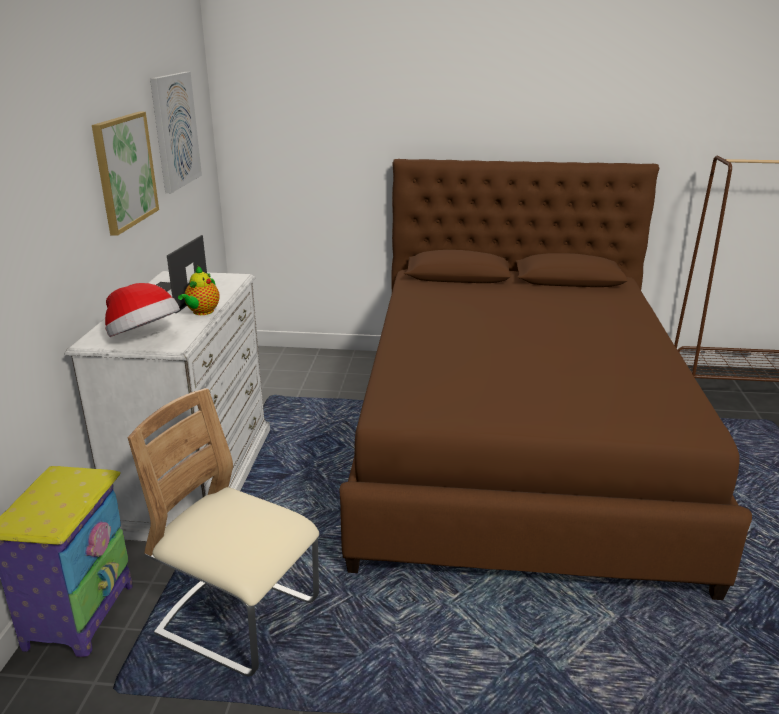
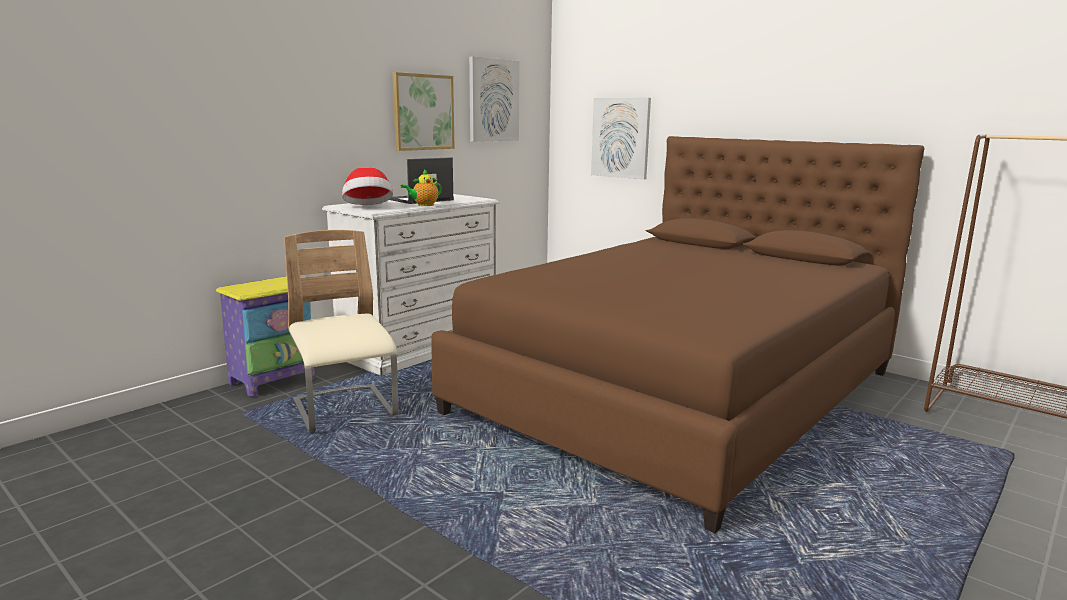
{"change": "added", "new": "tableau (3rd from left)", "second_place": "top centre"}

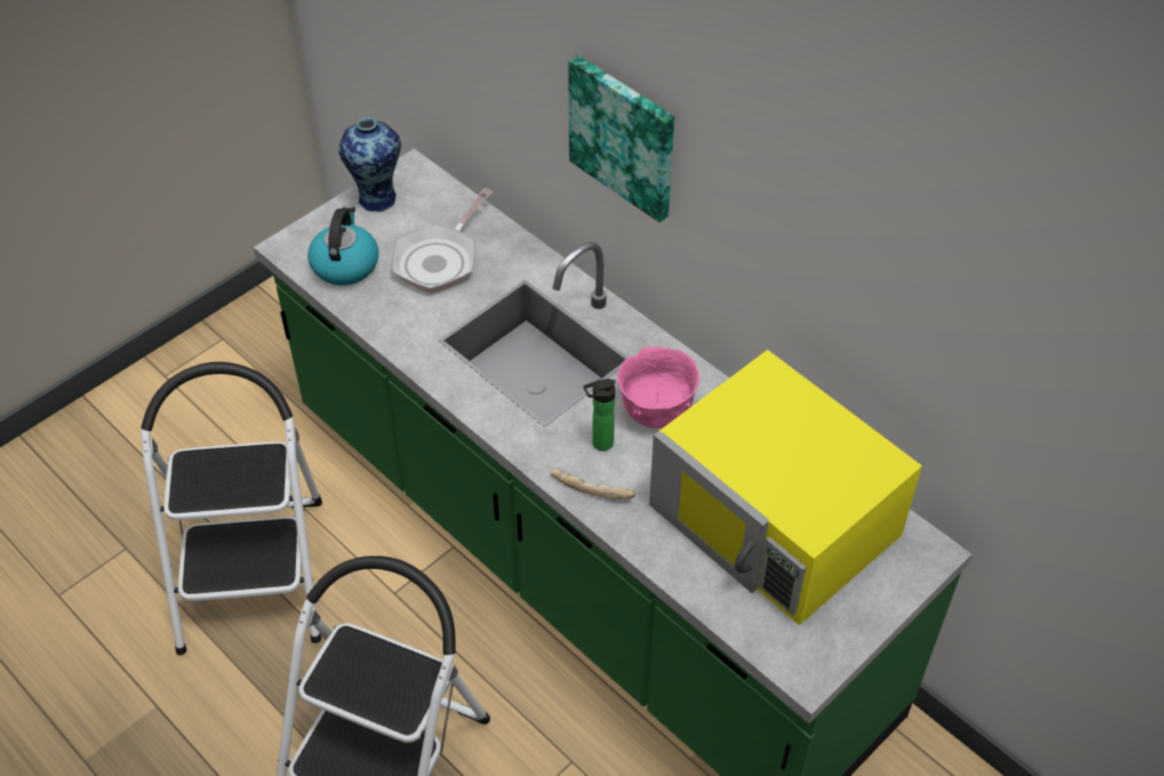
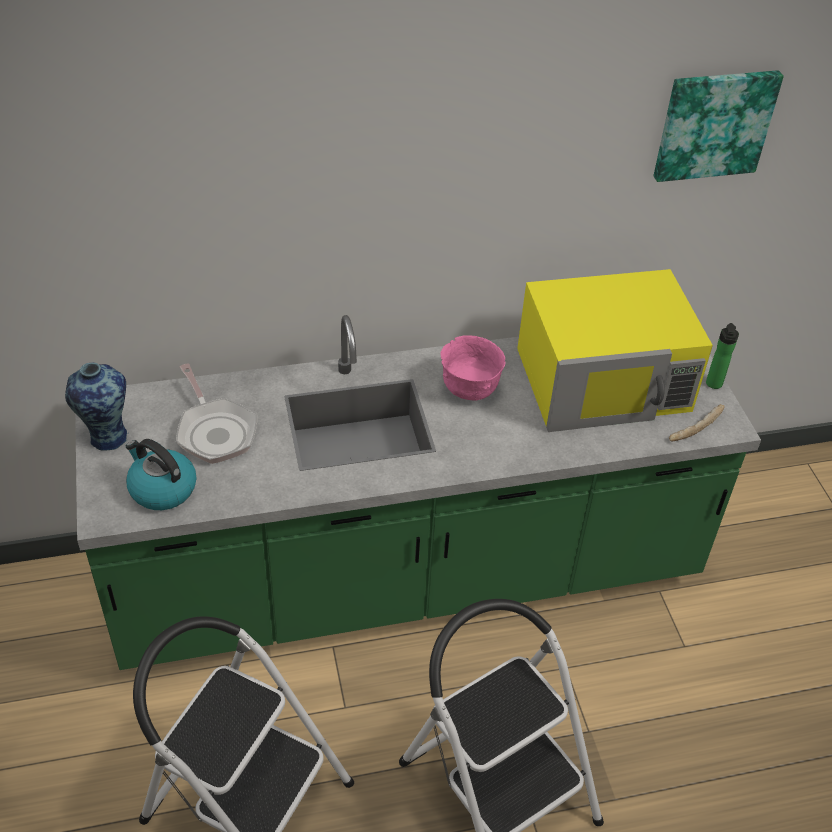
{"change": "moved", "old": "pain", "first_place": "centre", "second_place": "middle right"}
{"change": "moved", "old": "tableau", "first_place": "top centre", "second_place": "top right"}
{"change": "moved", "old": "bouteille", "first_place": "centre", "second_place": "middle right"}

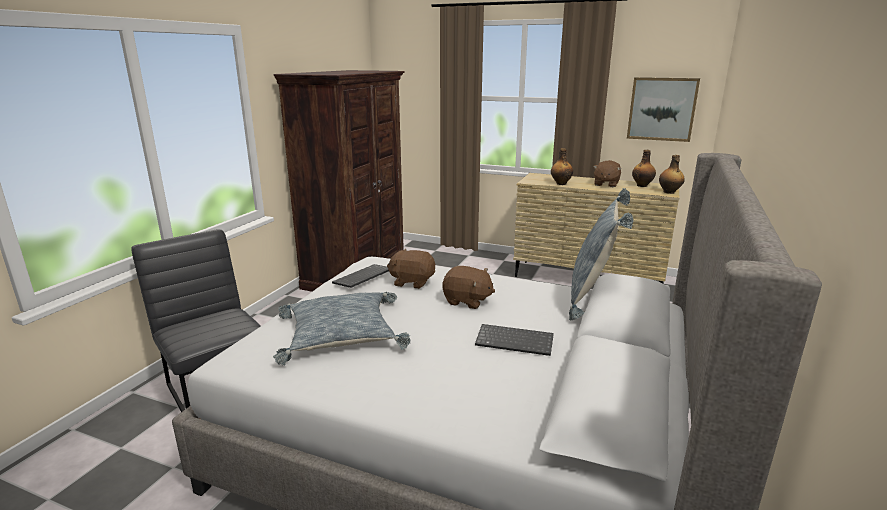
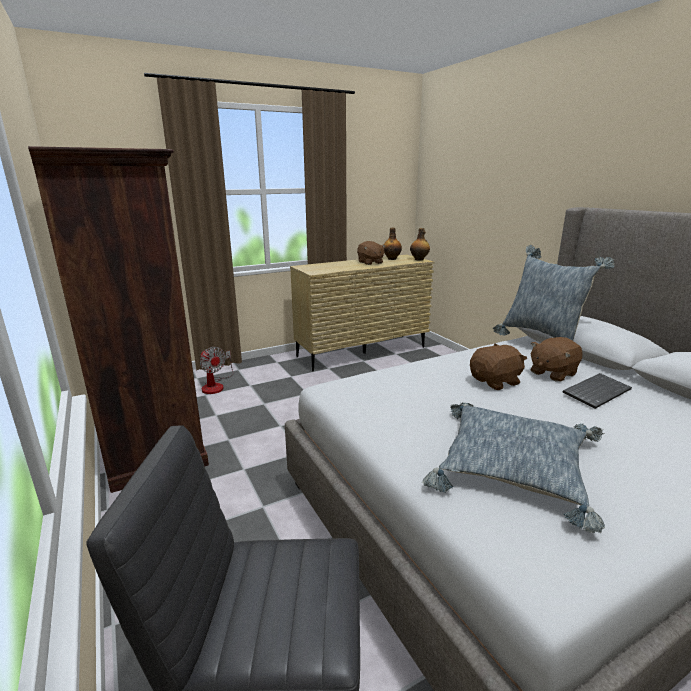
{"change": "removed", "old": "clavier (1st from left)", "first_place": "centre"}
{"change": "moved", "old": "peluche (marron) (1st from left in the first image)", "new": "peluche (marron) (3rd from left)", "first_place": "centre", "second_place": "middle right"}
{"change": "removed", "old": "bouteille (1st from left)", "first_place": "top centre"}
{"change": "removed", "old": "tableau", "first_place": "top right"}
{"change": "added", "new": "ventilateur", "second_place": "middle left"}

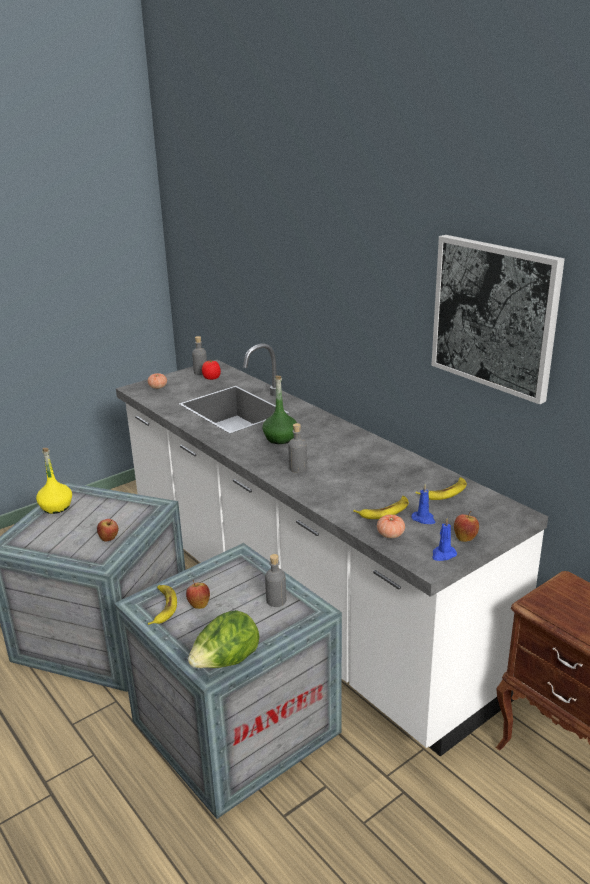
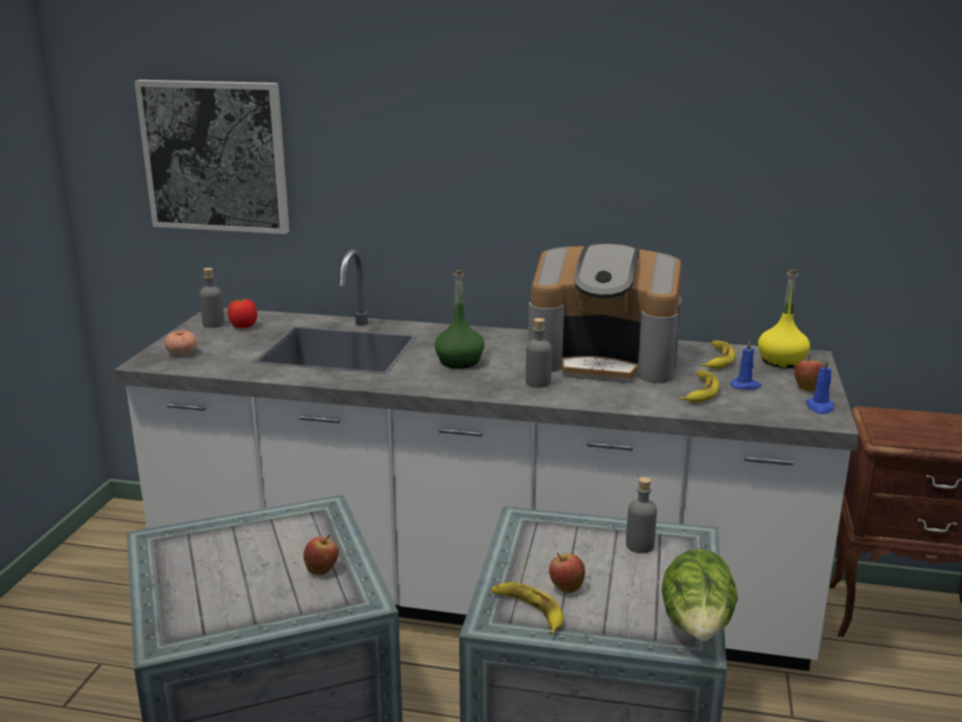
{"change": "moved", "old": "bouteille (jaune)", "first_place": "middle left", "second_place": "middle right"}
{"change": "removed", "old": "tomate (3rd from left)", "first_place": "centre"}
{"change": "moved", "old": "tableau", "first_place": "middle right", "second_place": "top left"}
{"change": "added", "new": "machine à café", "second_place": "centre"}

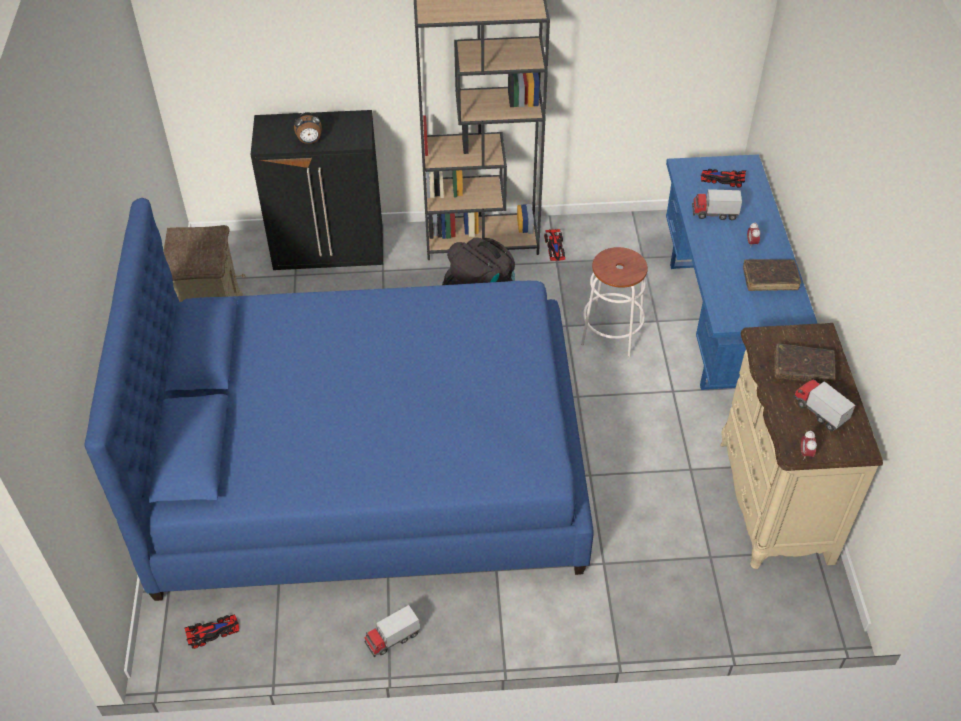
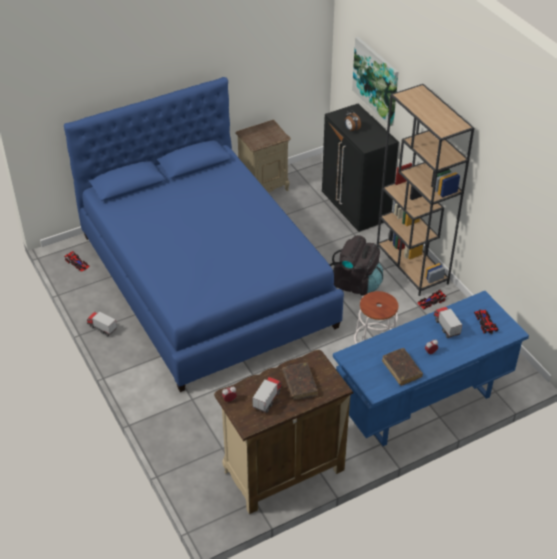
{"change": "added", "new": "tableau", "second_place": "top right"}

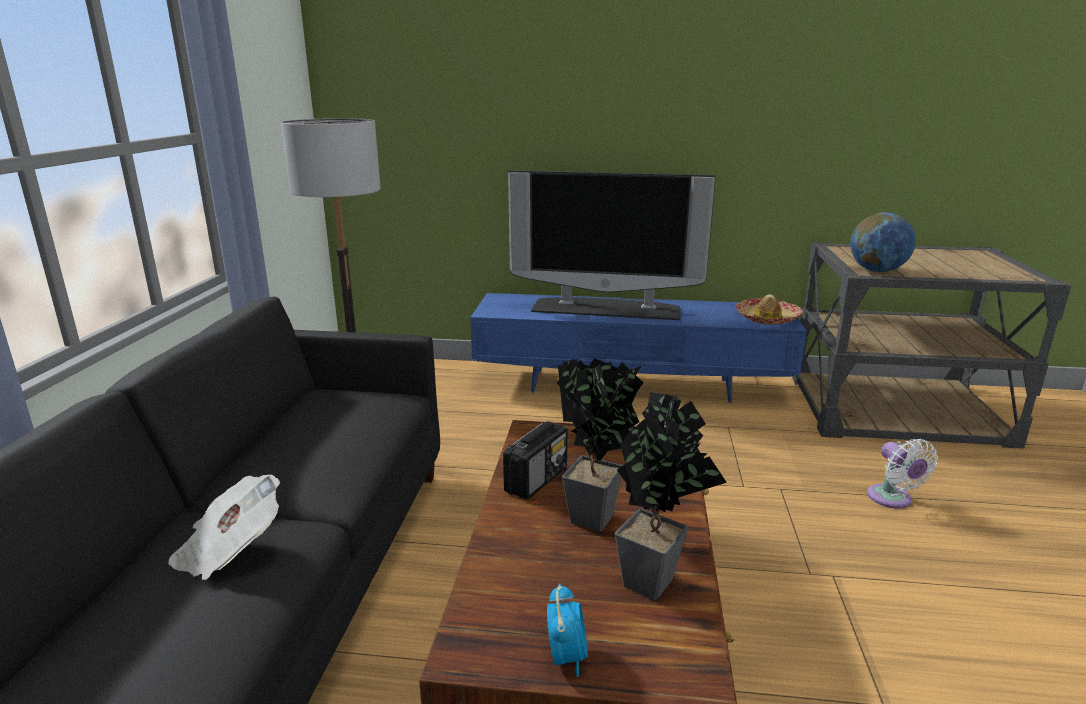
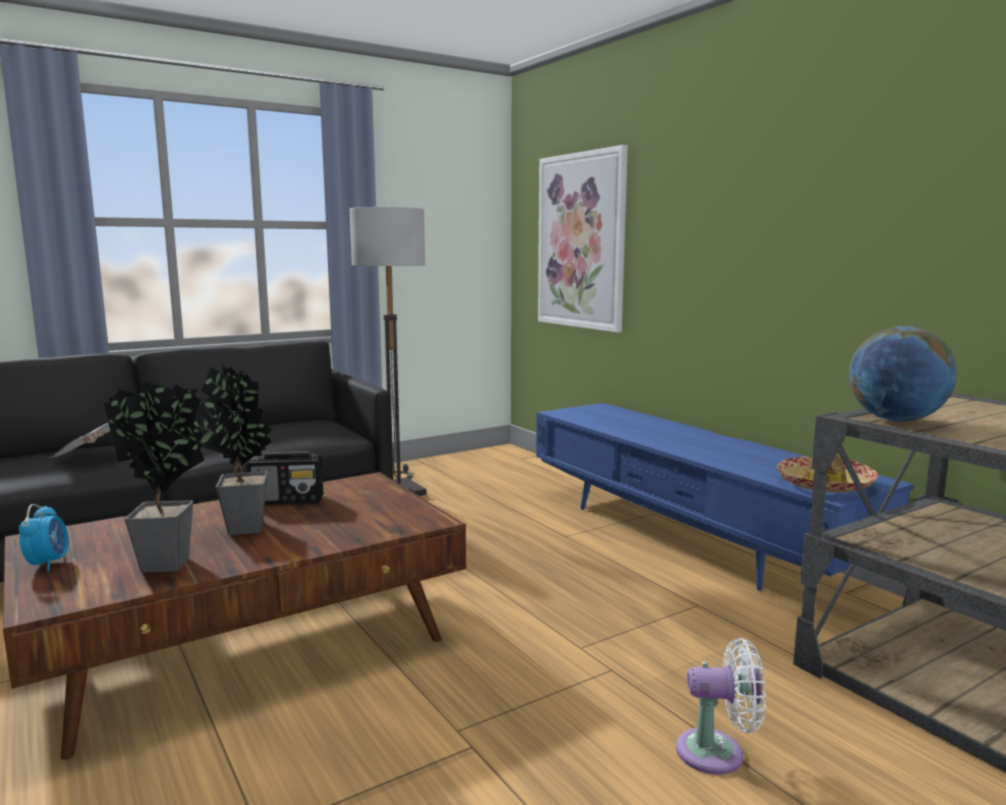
{"change": "removed", "old": "téléviseur", "first_place": "centre"}
{"change": "turned", "old": "réveil", "first_place": "bottom centre", "second_place": "bottom left", "degrees": -60}
{"change": "turned", "old": "ventilateur (blanc)", "first_place": "bottom right", "second_place": "bottom right", "degrees": -120}
{"change": "added", "new": "tableau", "second_place": "top centre"}

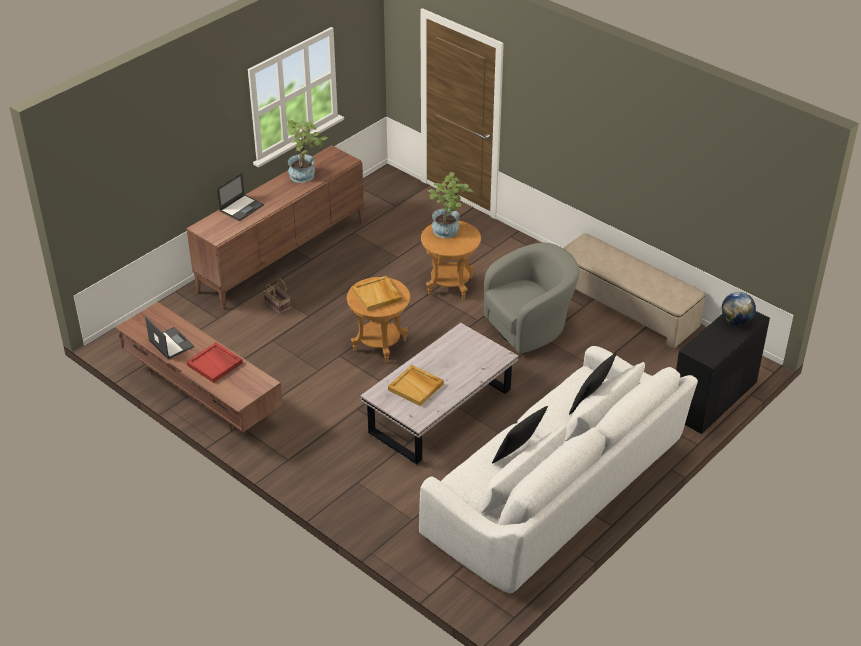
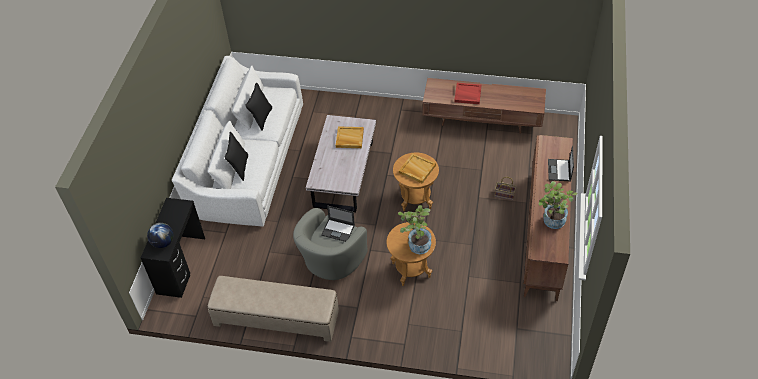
{"change": "moved", "old": "ordinateur portable (1st from left)", "first_place": "middle left", "second_place": "centre"}

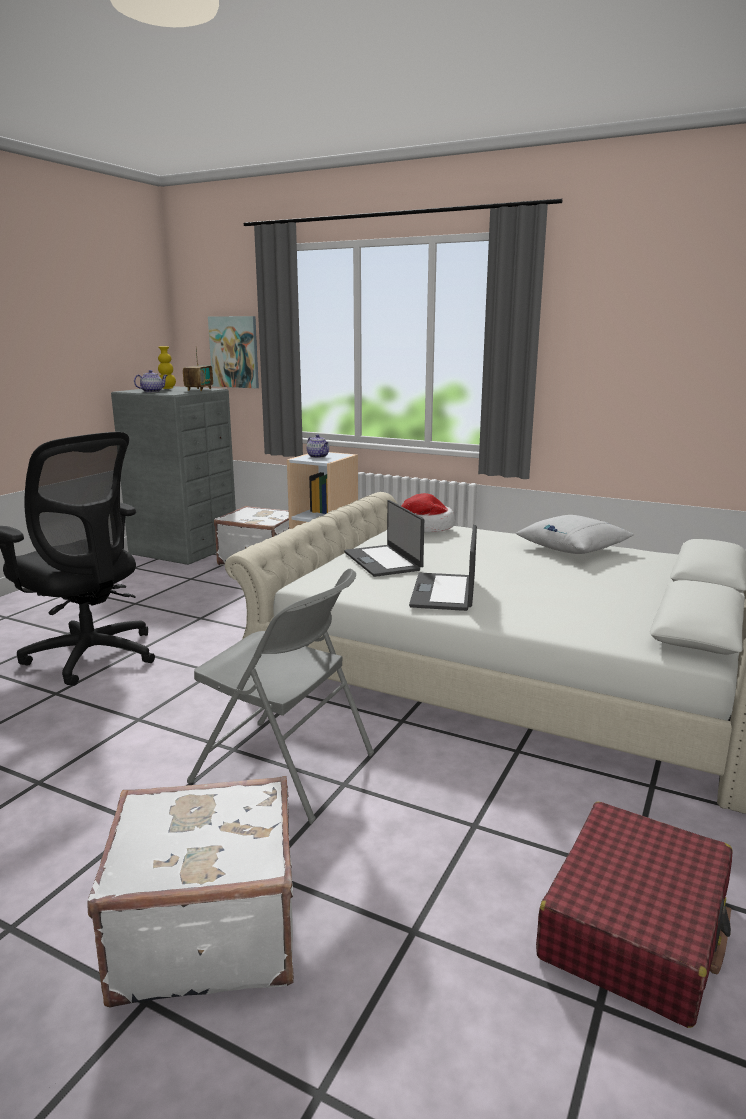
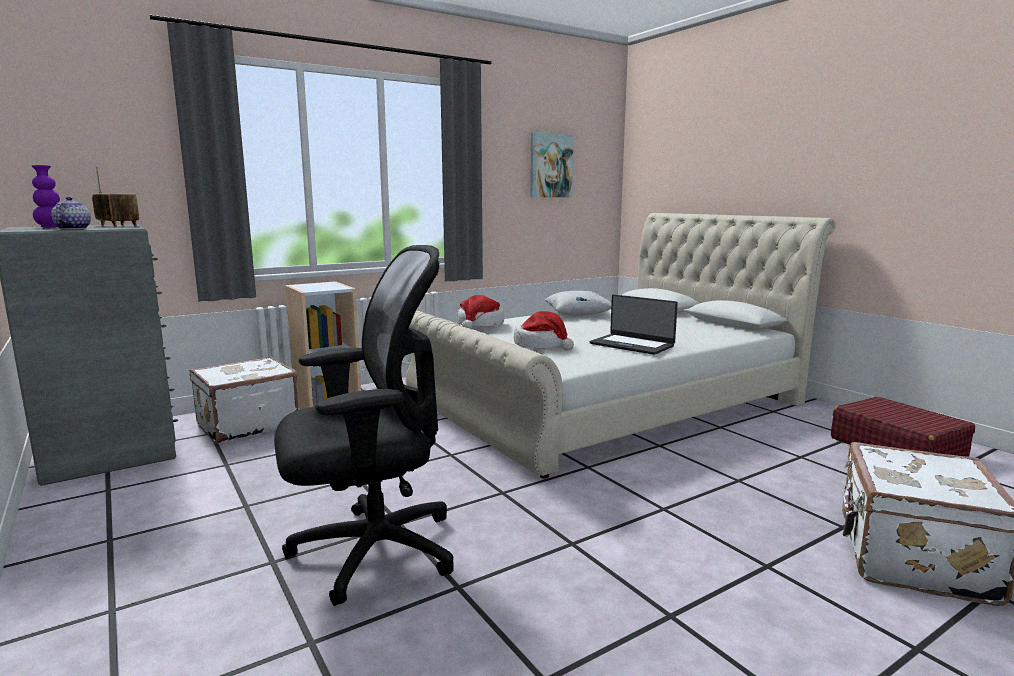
{"change": "recoloured", "old": "vase (jaune)", "new": "vase (violet)", "first_place": "top left", "second_place": "top left"}
{"change": "removed", "old": "chaise (gris)", "first_place": "centre"}
{"change": "moved", "old": "tableau", "first_place": "top left", "second_place": "top centre"}
{"change": "removed", "old": "théière (2nd from left)", "first_place": "centre"}
{"change": "replaced", "old": "ordinateur portable (1st from left)", "new": "chapeau (2nd from left)", "first_place": "centre", "second_place": "centre"}

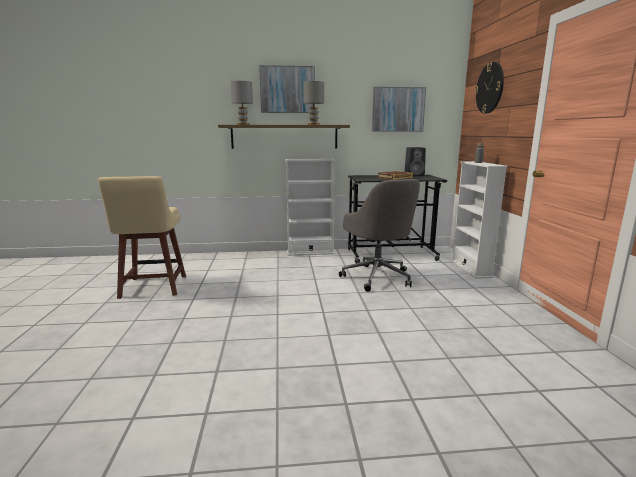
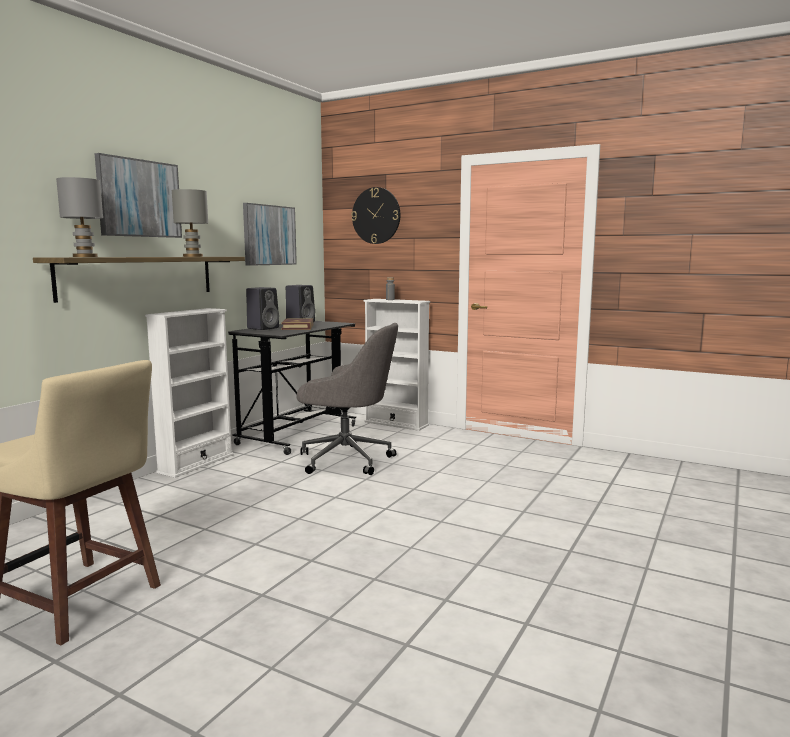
{"change": "added", "new": "enceinte (noir) (1st from left)", "second_place": "middle left"}

